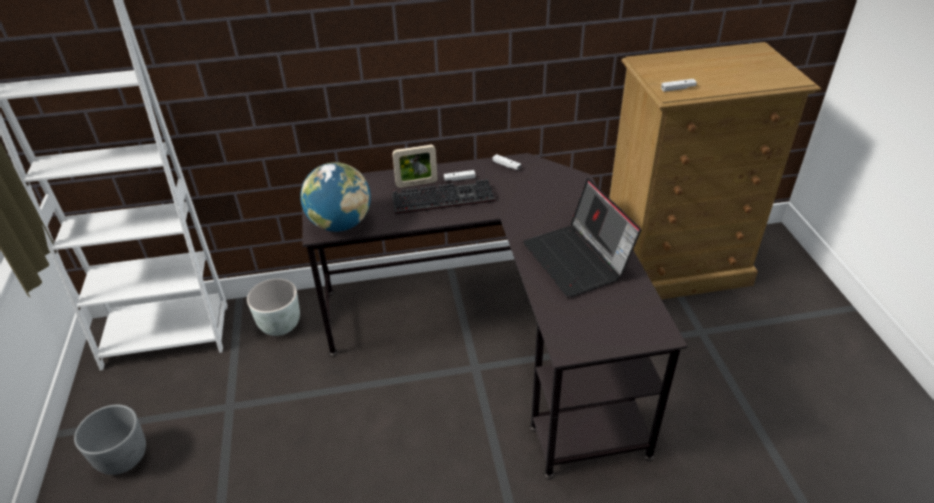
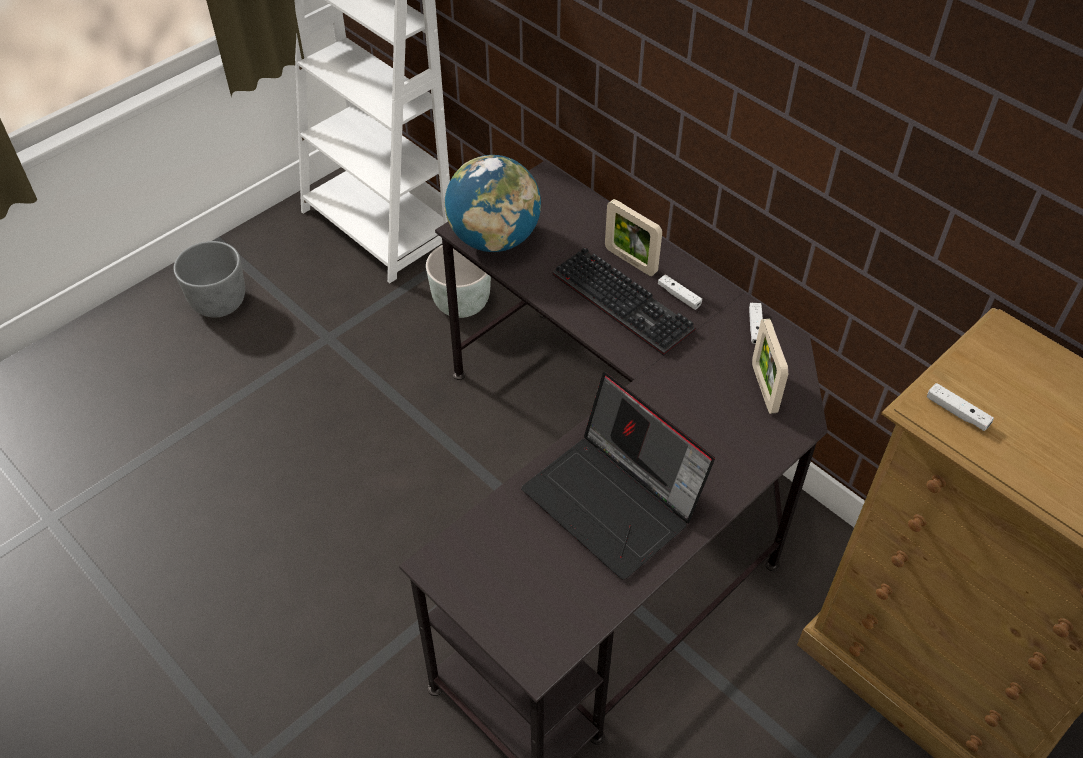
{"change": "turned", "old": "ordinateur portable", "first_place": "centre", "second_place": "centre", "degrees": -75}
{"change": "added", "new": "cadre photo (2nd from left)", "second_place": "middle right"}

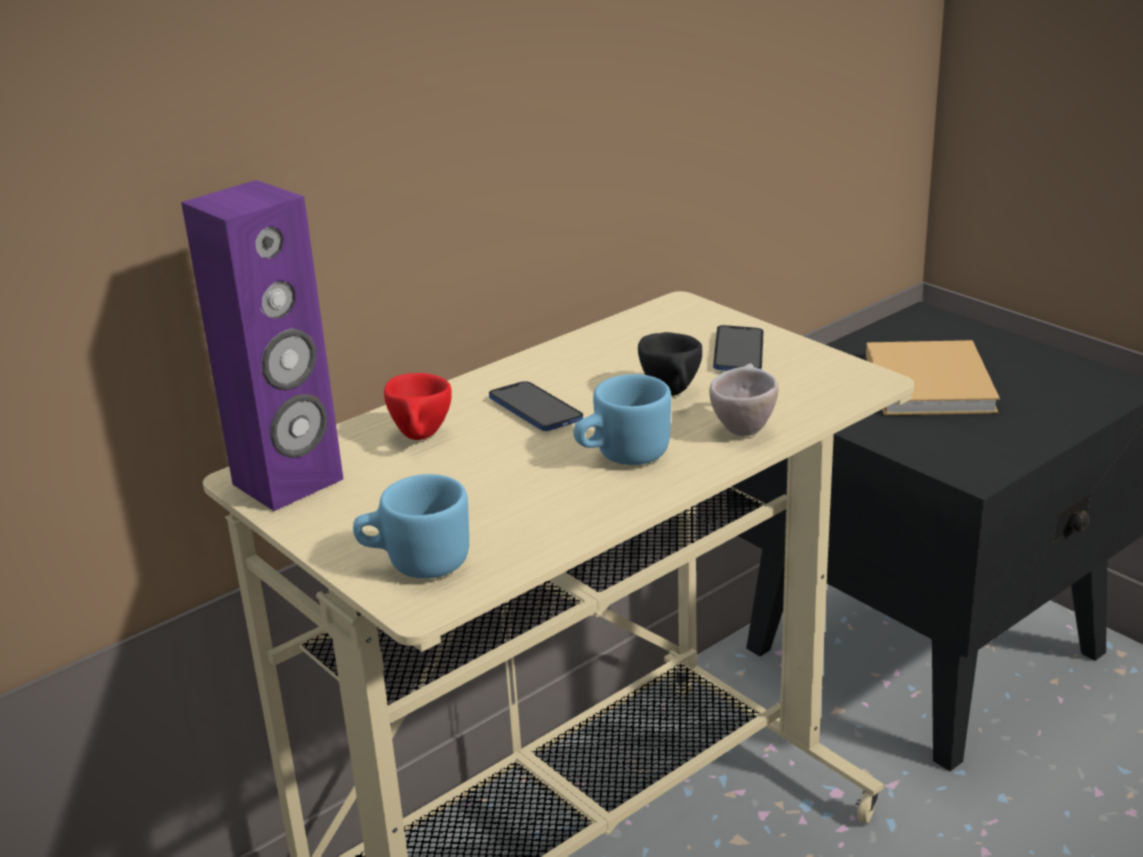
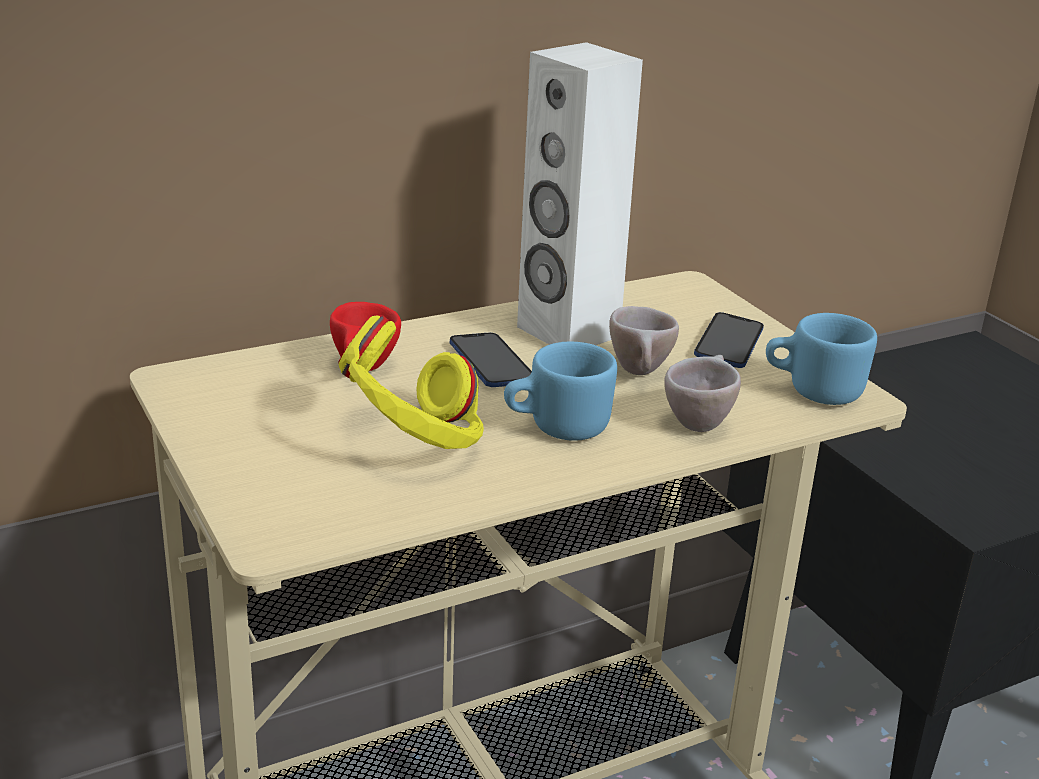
{"change": "removed", "old": "enceinte (violet)", "first_place": "middle left"}
{"change": "moved", "old": "mug (bleu) (1st from left in the first image)", "new": "mug (bleu) (2nd from left)", "first_place": "centre", "second_place": "middle right"}
{"change": "recoloured", "old": "tasse (noir)", "new": "tasse (beige) (1st from left)", "first_place": "centre", "second_place": "centre"}
{"change": "removed", "old": "livre (beige)", "first_place": "middle right"}
{"change": "added", "new": "casque audio (jaune)", "second_place": "centre"}
{"change": "added", "new": "enceinte (blanc)", "second_place": "top centre"}

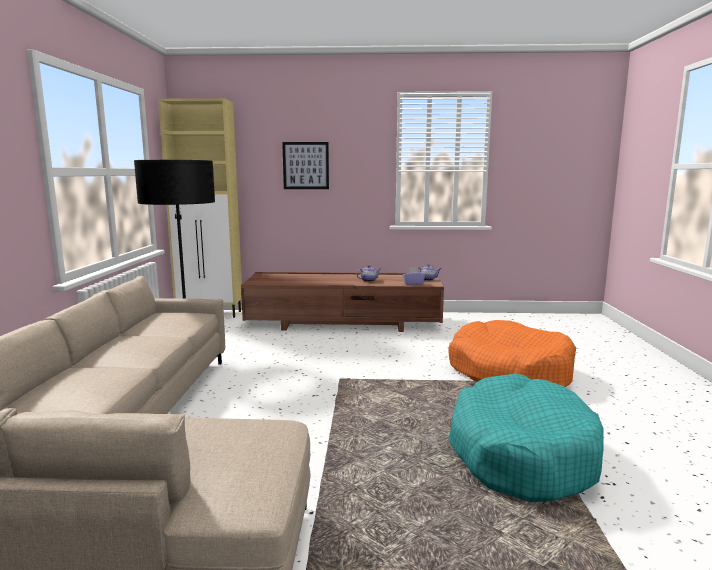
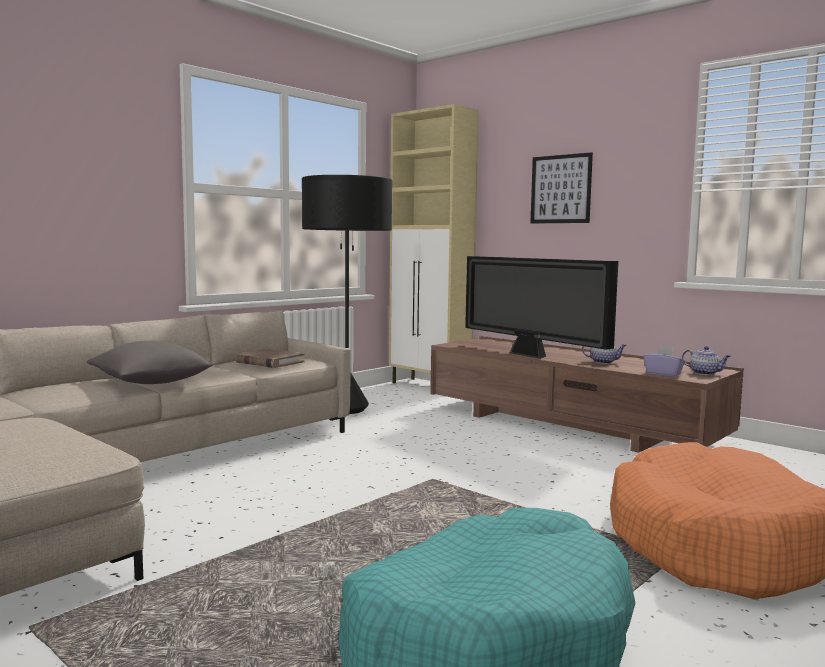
{"change": "added", "new": "coussin (gris)", "second_place": "middle left"}
{"change": "added", "new": "livre (marron)", "second_place": "middle left"}
{"change": "added", "new": "téléviseur", "second_place": "centre"}

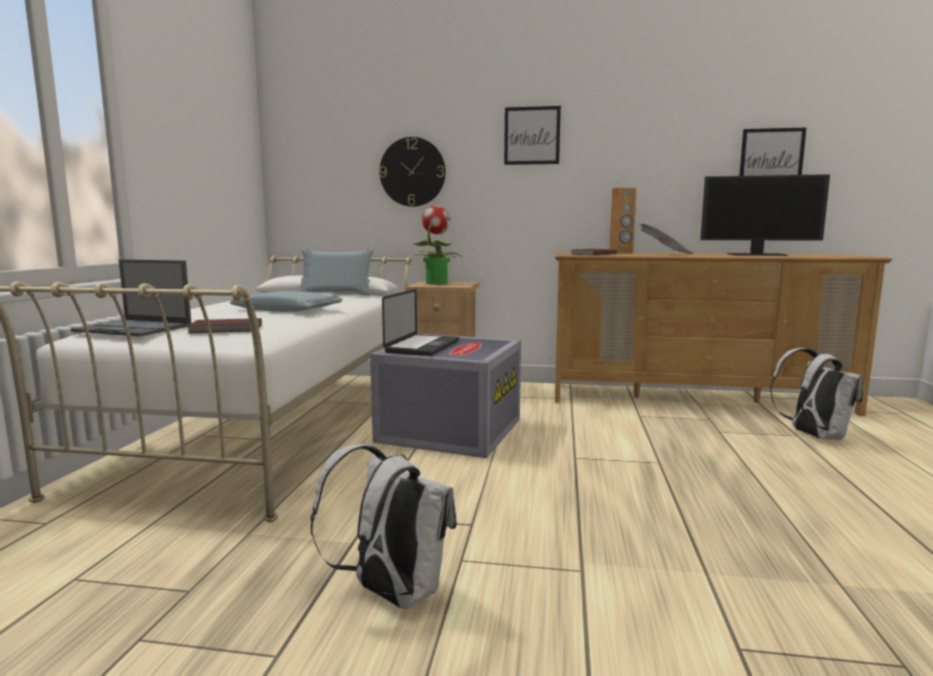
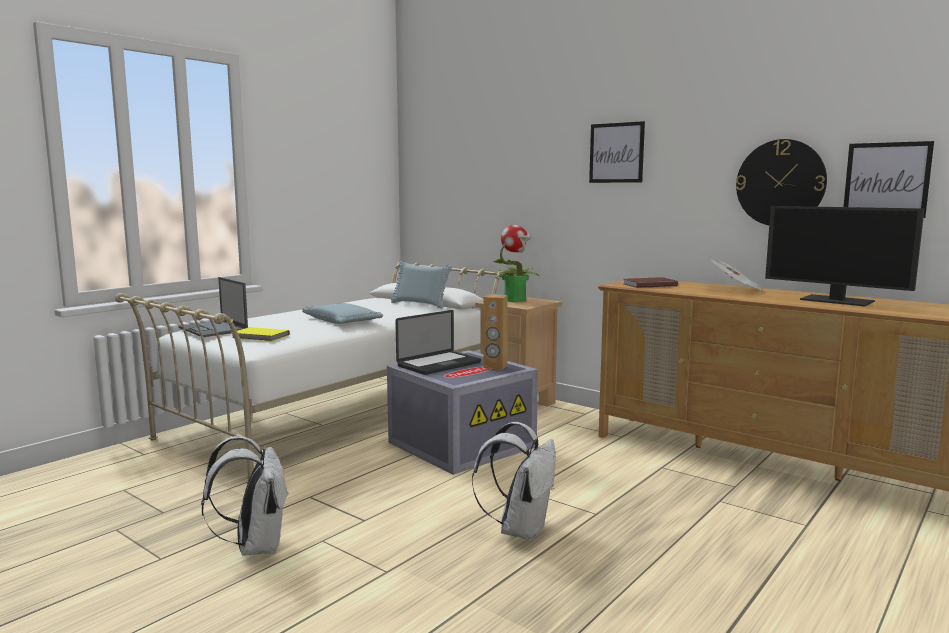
{"change": "recoloured", "old": "livre (marron) (1st from left)", "new": "livre (jaune)", "first_place": "middle left", "second_place": "middle left"}
{"change": "moved", "old": "horloge murale", "first_place": "top centre", "second_place": "top right"}
{"change": "moved", "old": "enceinte (marron)", "first_place": "top right", "second_place": "centre"}
{"change": "moved", "old": "sac à dos (blanc) (2nd from left)", "first_place": "middle right", "second_place": "bottom centre"}

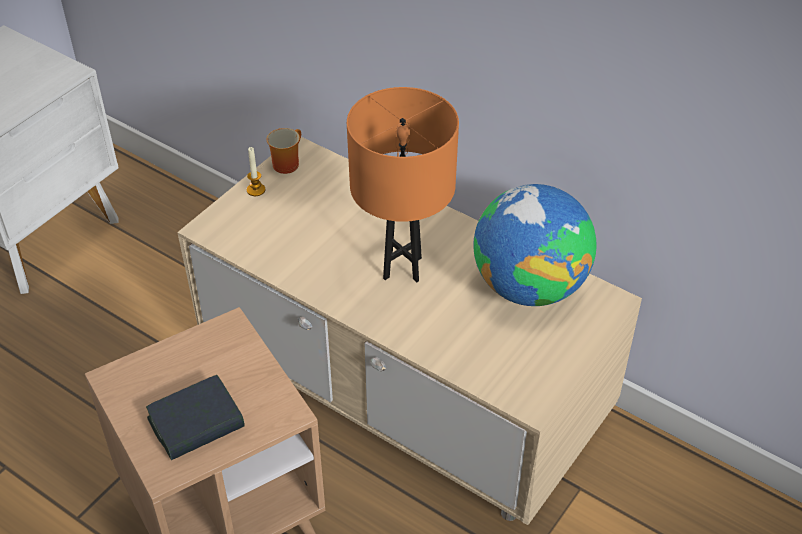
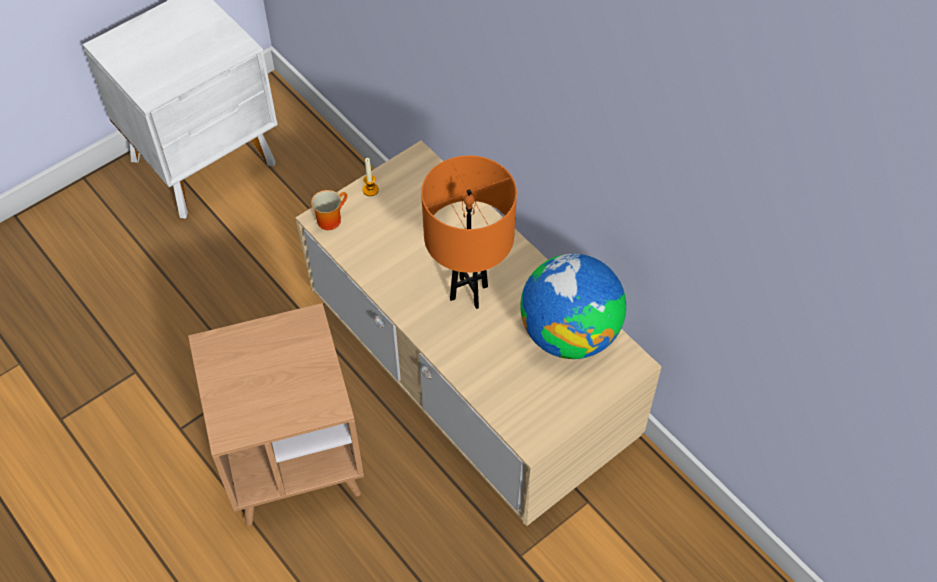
{"change": "removed", "old": "livre", "first_place": "bottom left"}
{"change": "moved", "old": "mug", "first_place": "top centre", "second_place": "centre"}

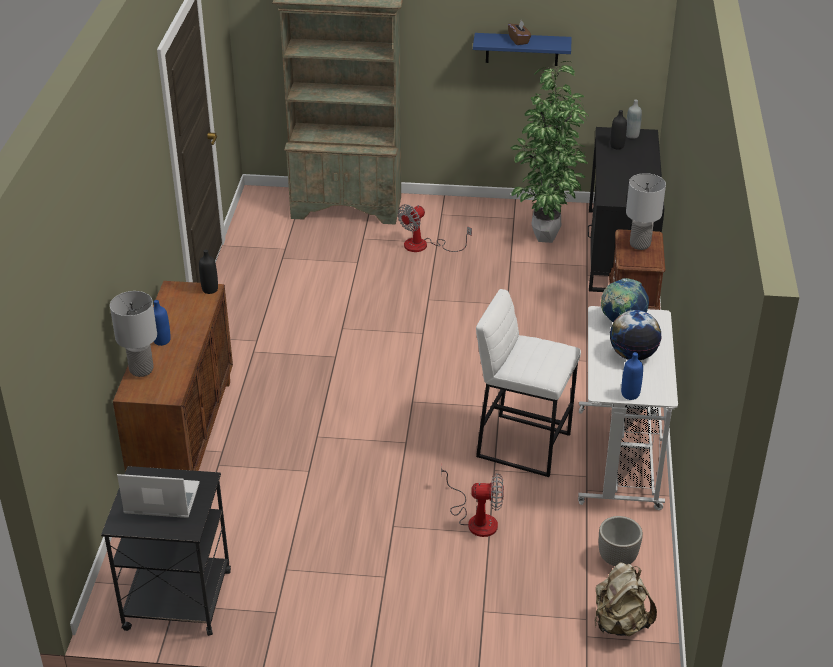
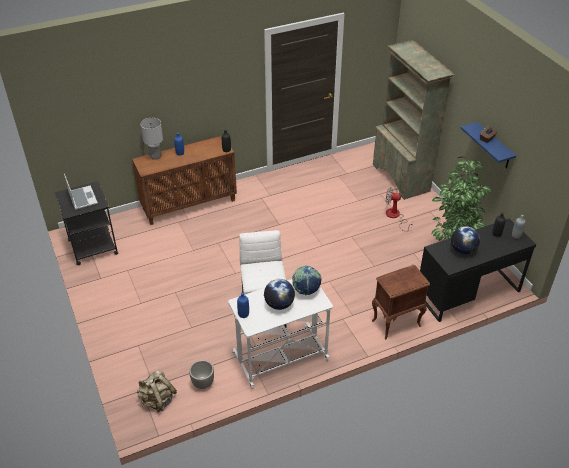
{"change": "removed", "old": "ventilateur (2nd from left)", "first_place": "bottom centre"}
{"change": "removed", "old": "lampe de table (gris) (2nd from left)", "first_place": "top right"}
{"change": "added", "new": "globe (3rd from left)", "second_place": "middle right"}

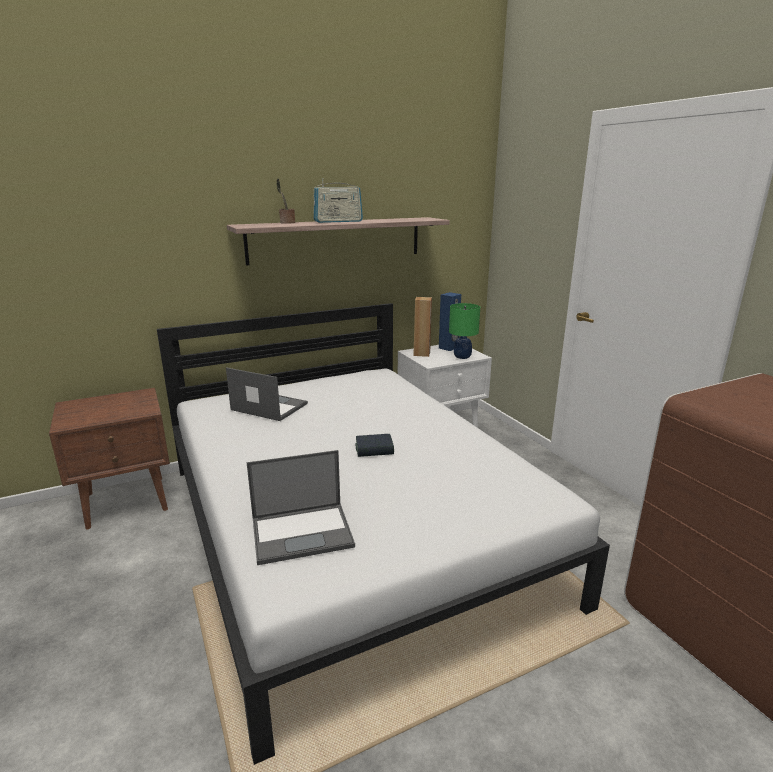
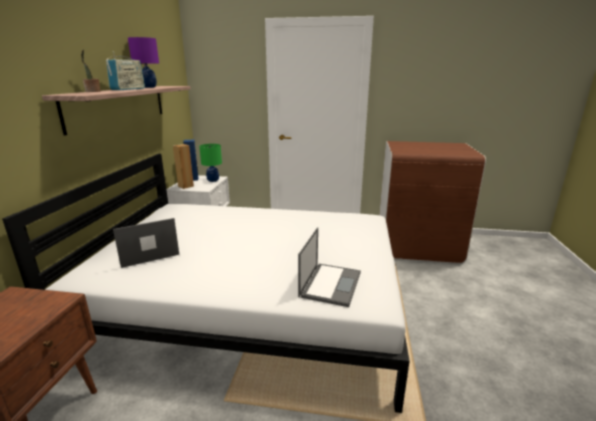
{"change": "removed", "old": "livre", "first_place": "centre"}
{"change": "added", "new": "lampe de table (violet)", "second_place": "top left"}

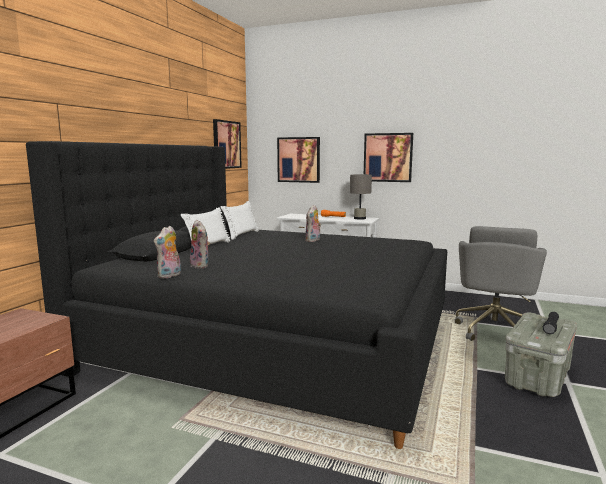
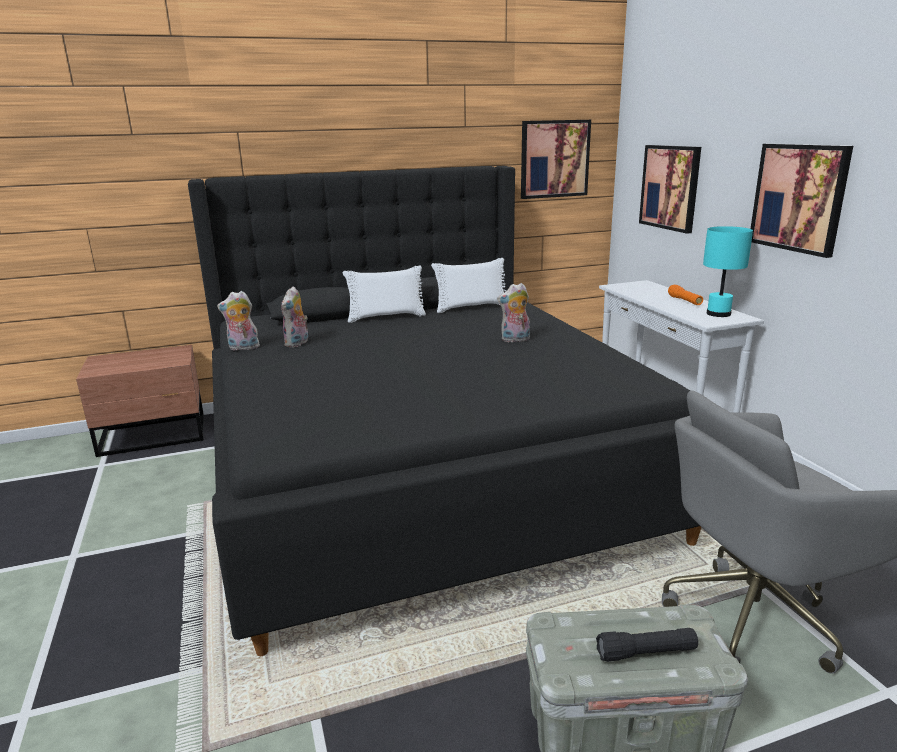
{"change": "recoloured", "old": "lampe de table (gris)", "new": "lampe de table (turquoise)", "first_place": "centre", "second_place": "middle right"}

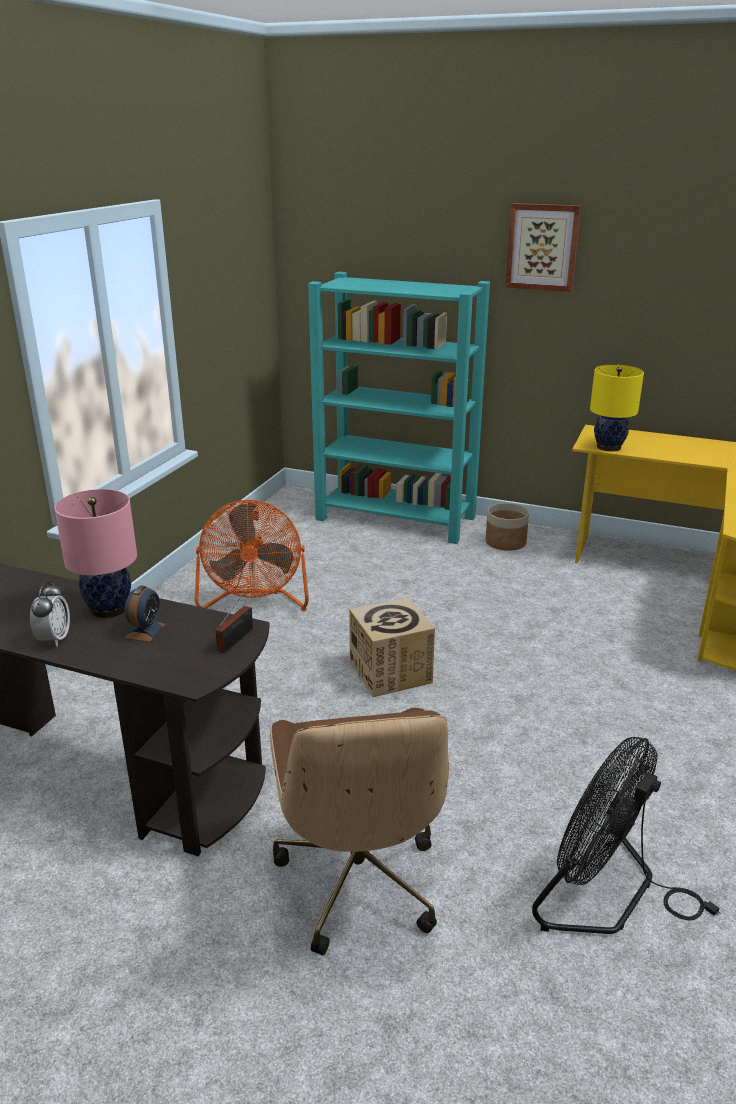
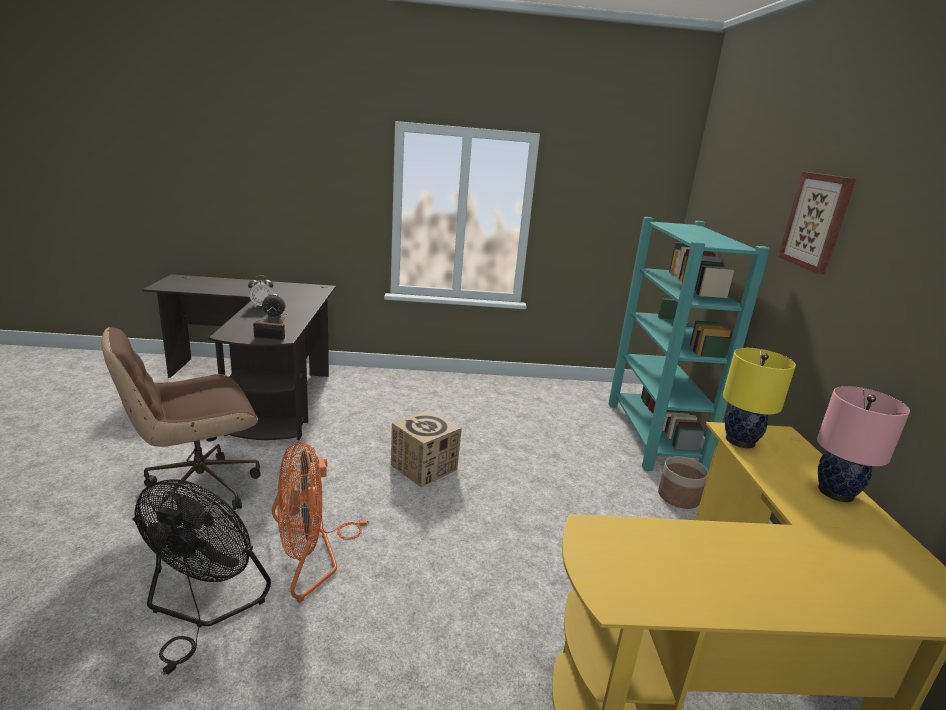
{"change": "moved", "old": "lampe de table (rose)", "first_place": "middle left", "second_place": "middle right"}
{"change": "moved", "old": "ventilateur (orange)", "first_place": "centre", "second_place": "bottom centre"}

